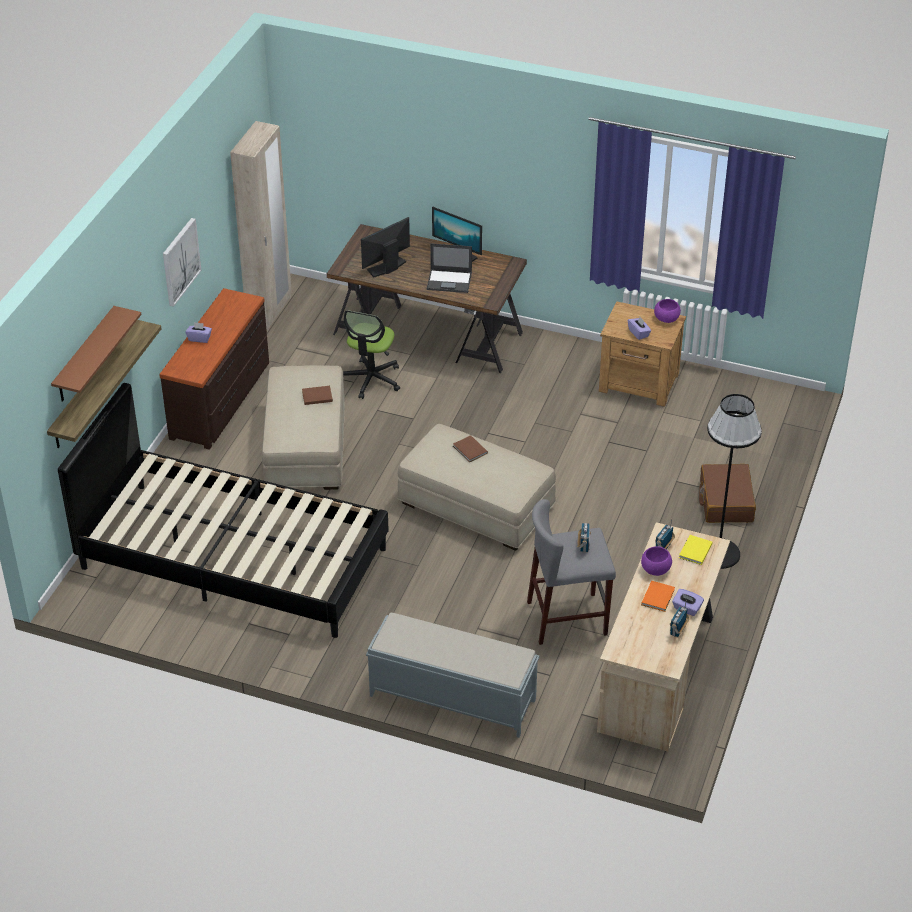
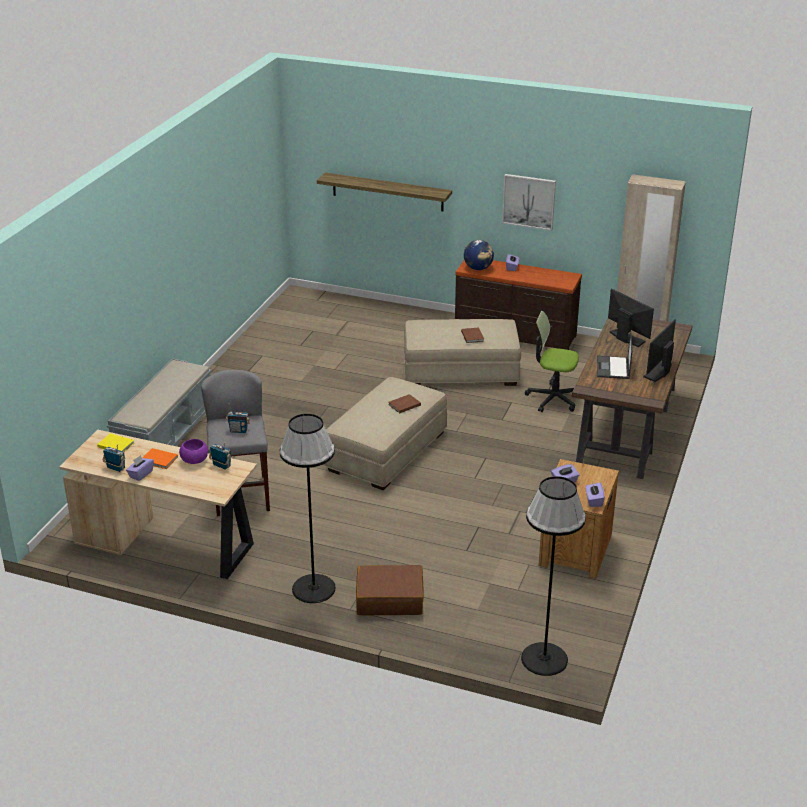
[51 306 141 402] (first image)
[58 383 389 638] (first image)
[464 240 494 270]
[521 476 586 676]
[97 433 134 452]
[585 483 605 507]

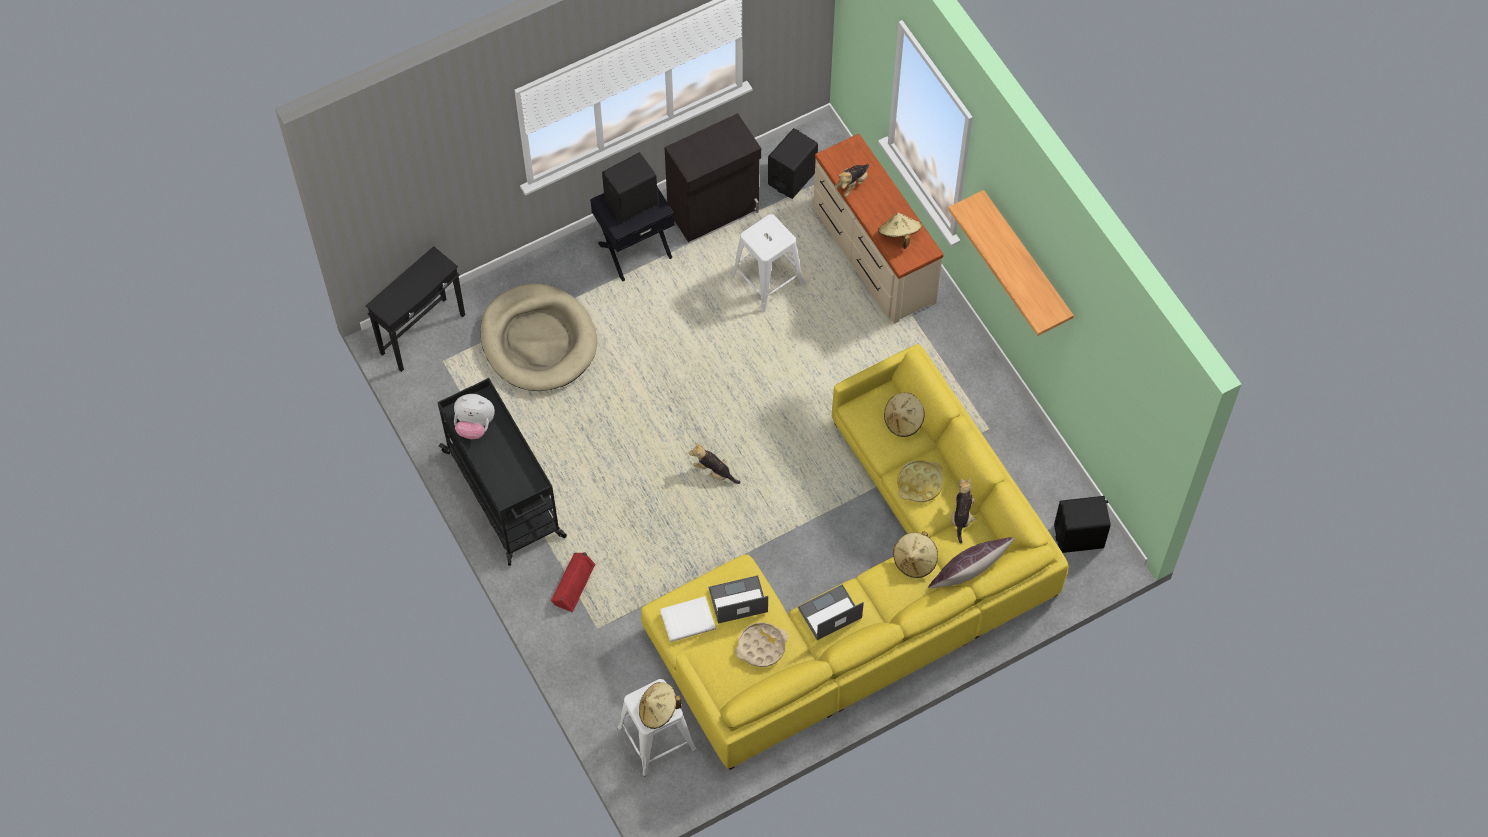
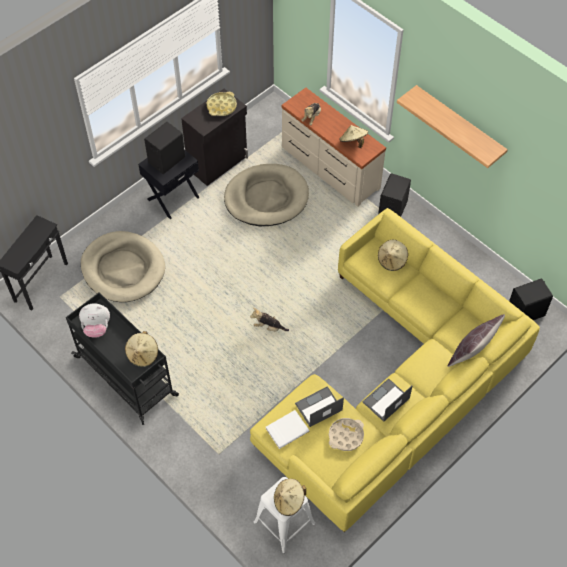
[550 552 596 613] (first image)
[951 477 977 544] (first image)
[378 173 411 217]
[125 331 158 367]
[207 92 237 116]
[224 164 309 226]

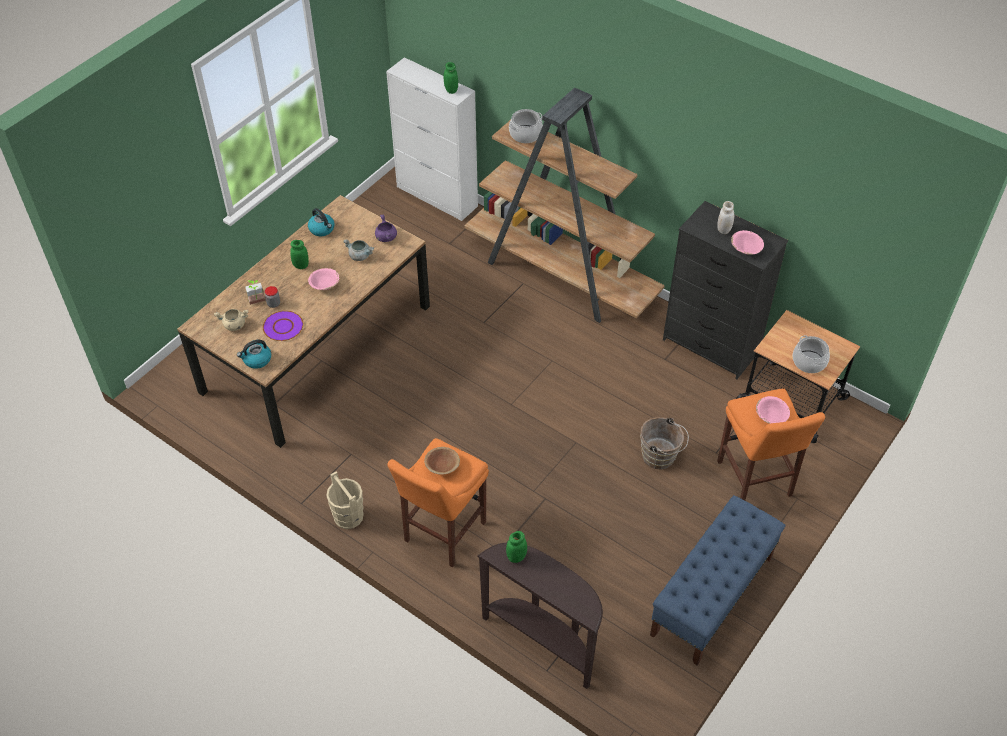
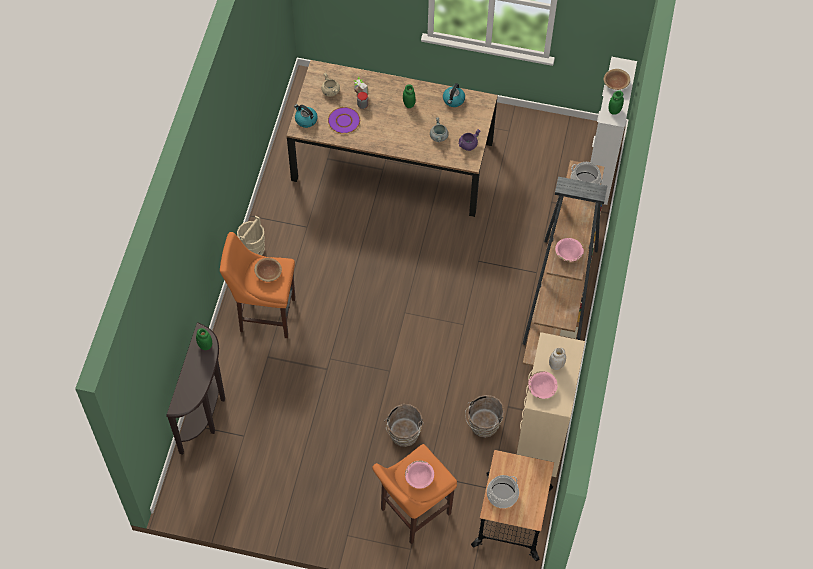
[650 495 785 666] (first image)
[465 395 504 438]
[604 69 630 90]
[555 238 584 262]
[517 332 585 477]

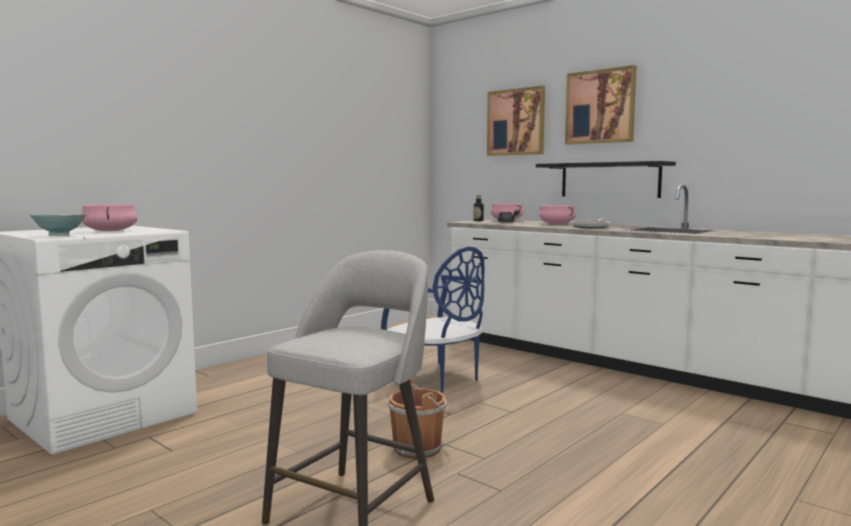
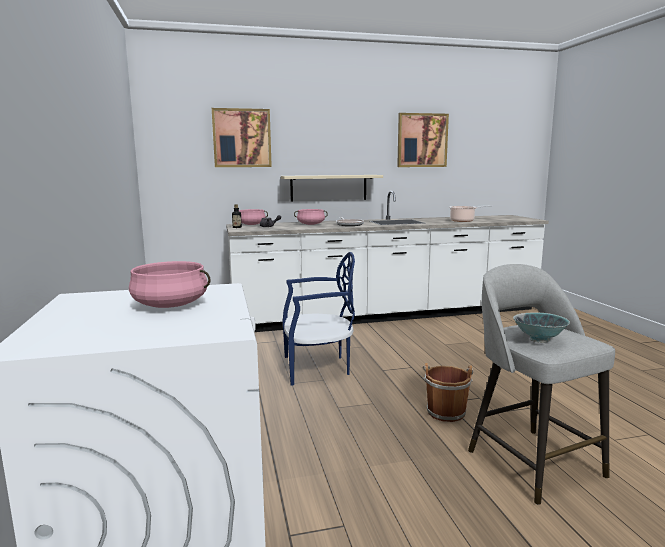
[450 205 492 222]
[513 312 570 343]
[397 113 449 167]
[281 175 383 202]

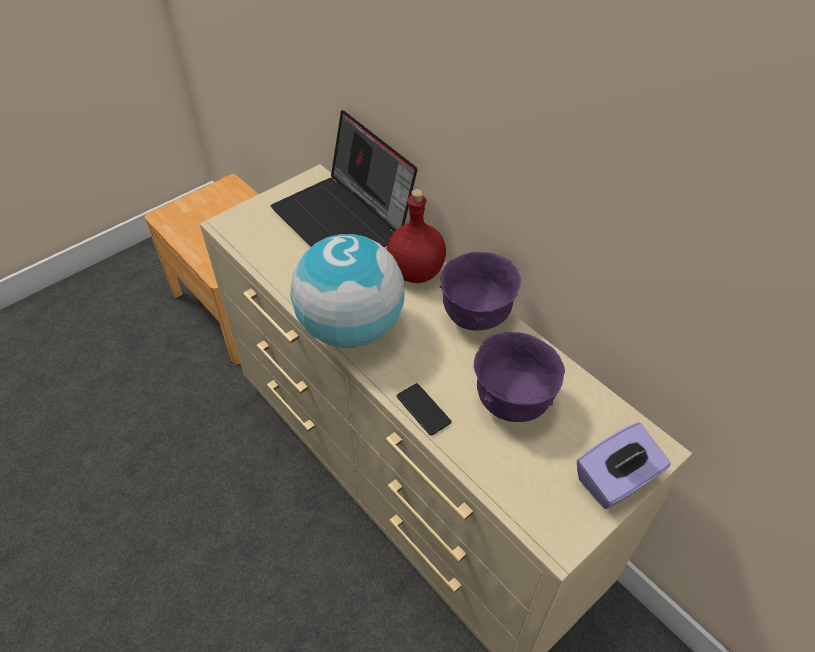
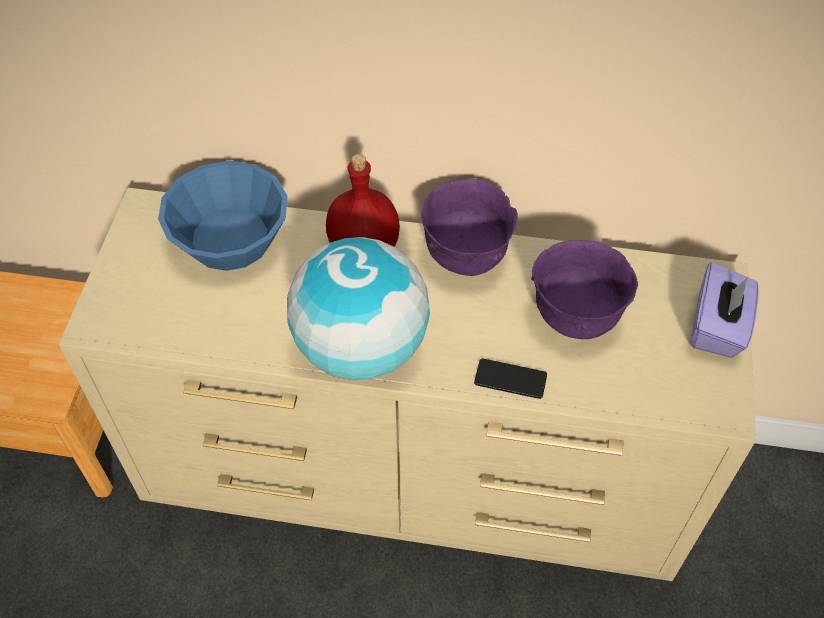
[158 160 288 271]

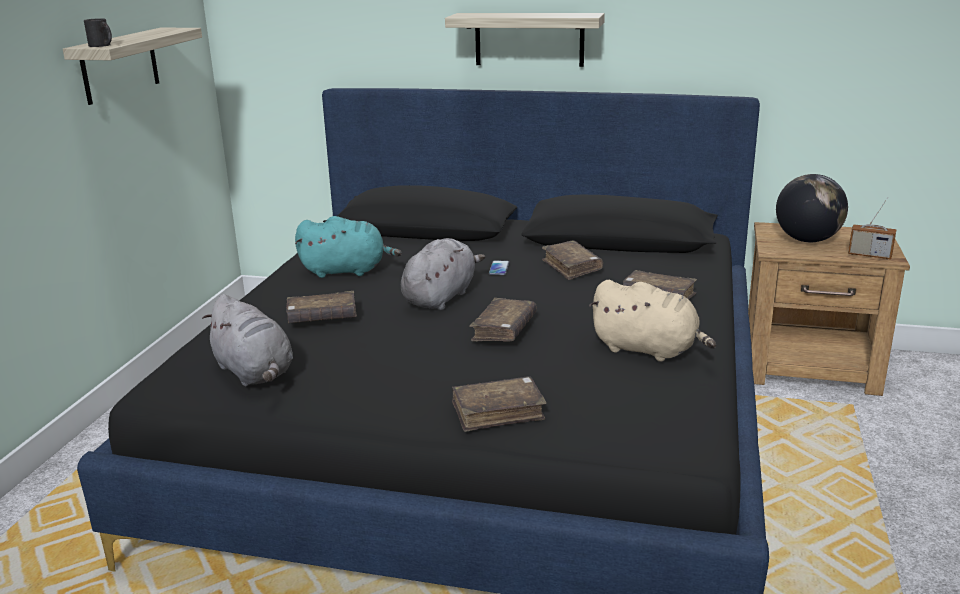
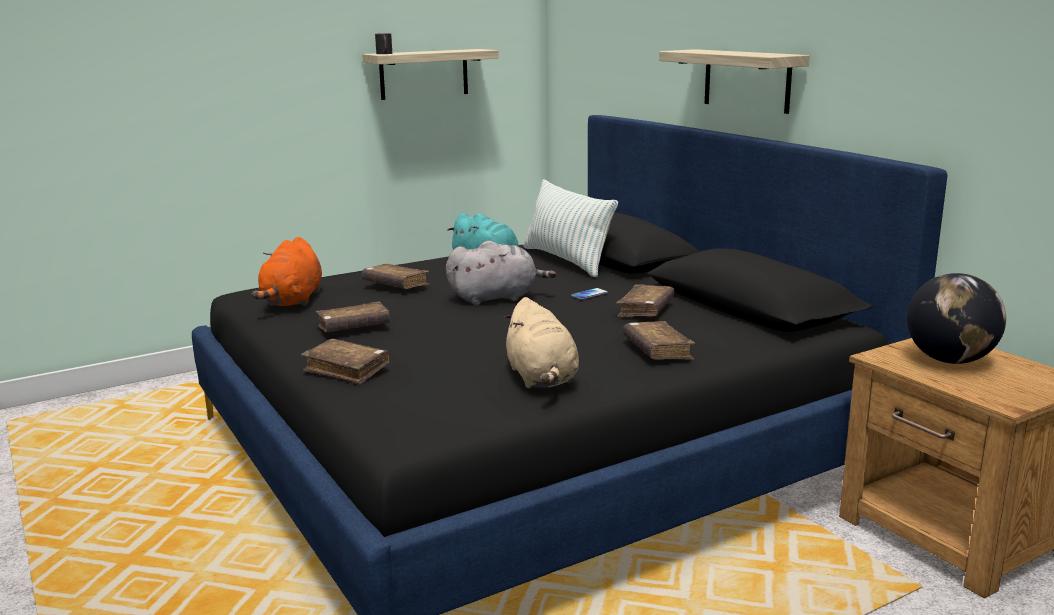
[848 197 897 259] (first image)
[524 179 618 277]
[316 301 390 332]
[251 237 322 306]

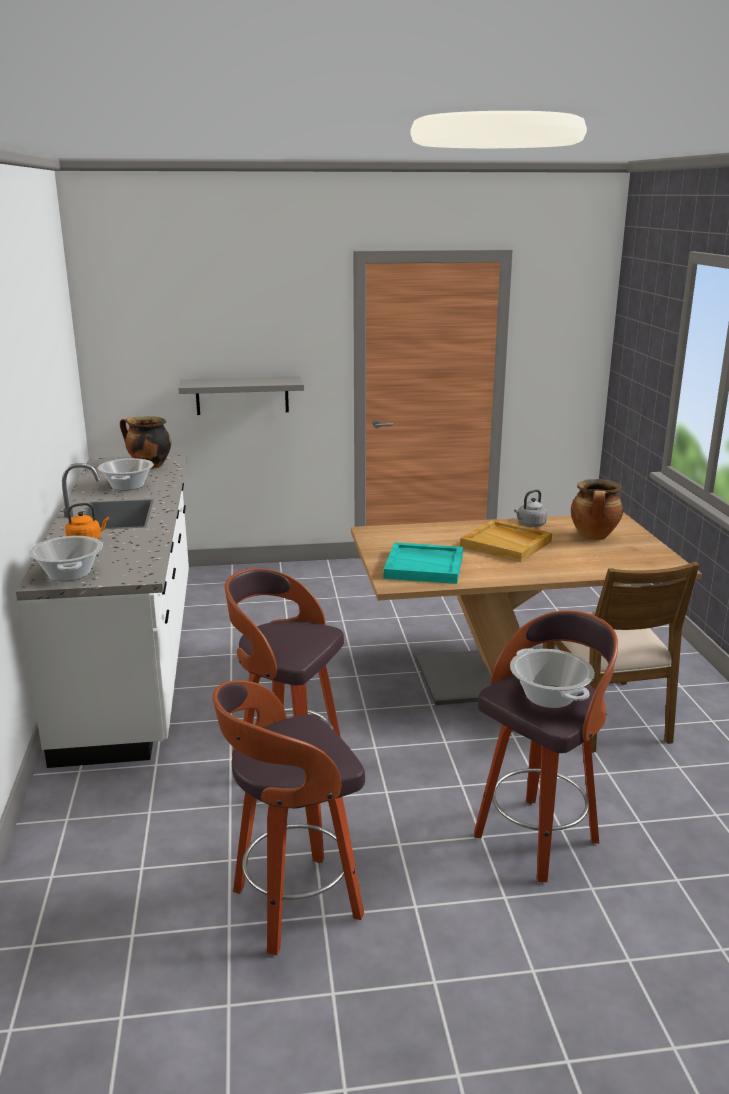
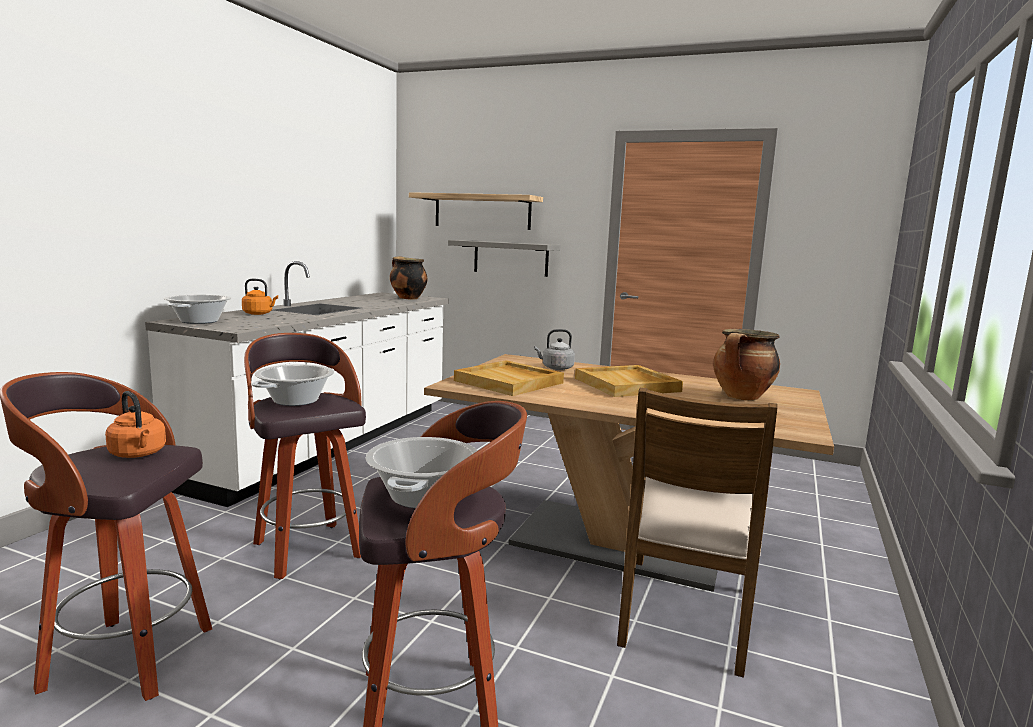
[105 391 166 458]
[409 192 543 230]
[252 364 334 406]
[534 329 575 370]
[454 360 564 396]

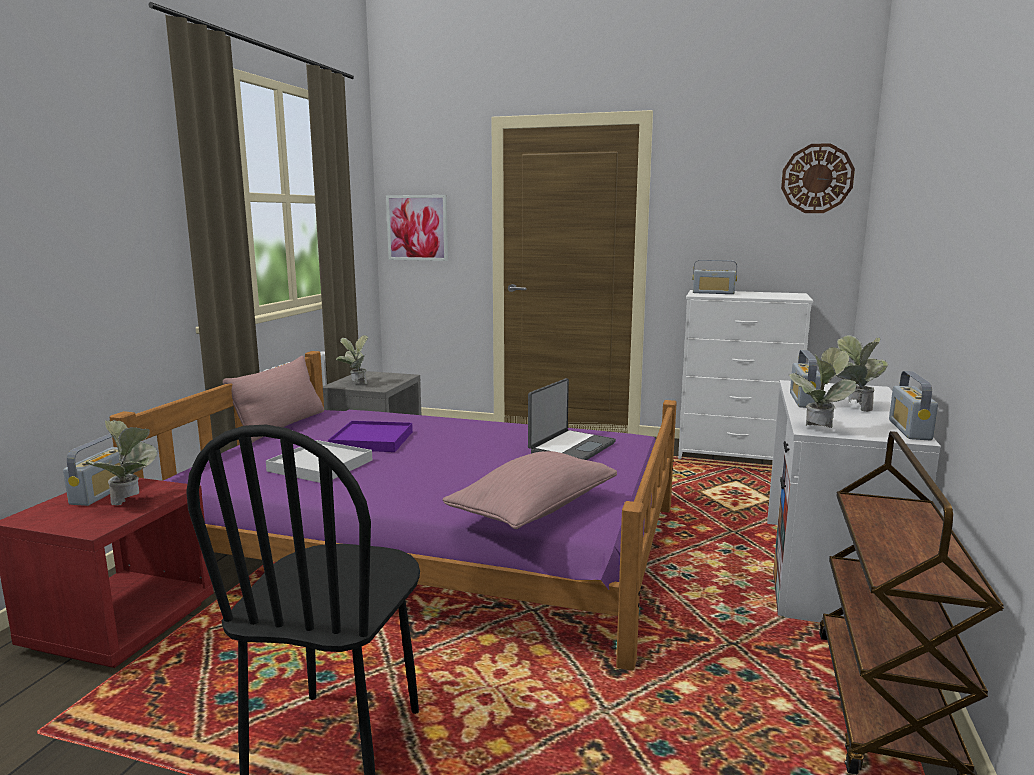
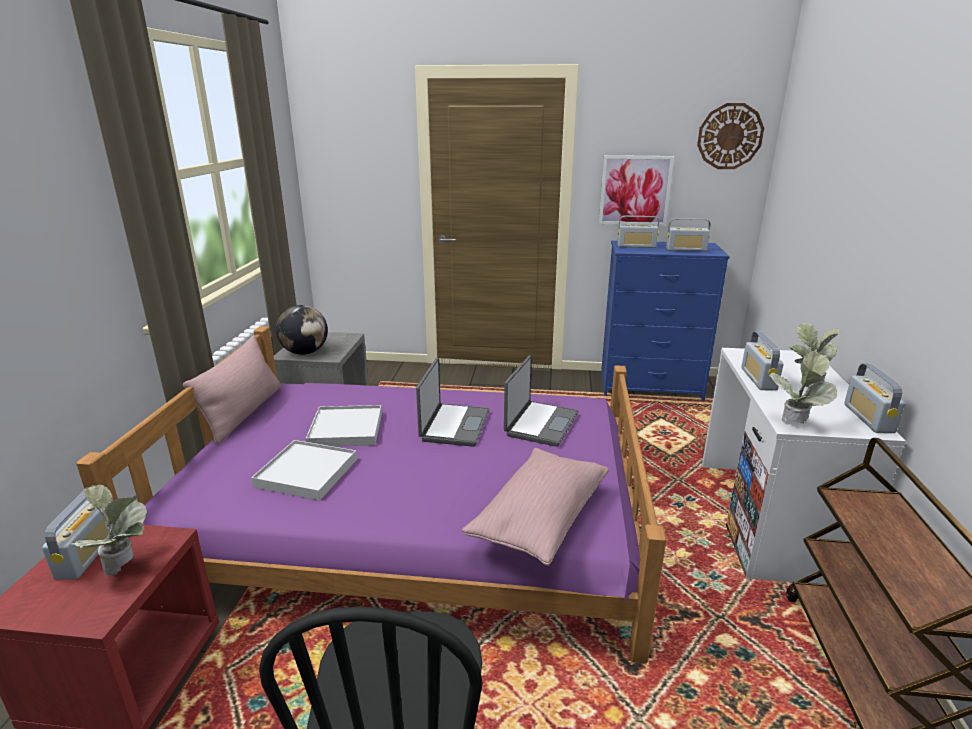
[416 358 490 447]
[666 218 711 251]
[599 155 674 226]
[276 305 328 355]
[306 405 382 447]
[601 241 730 400]

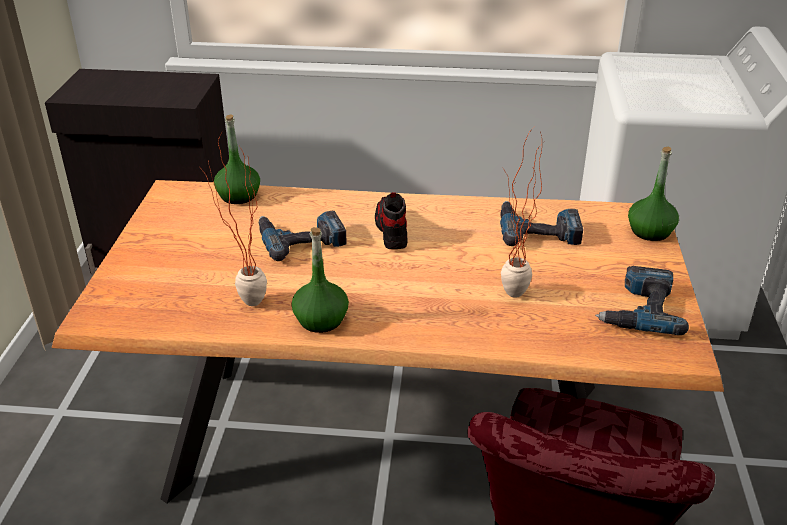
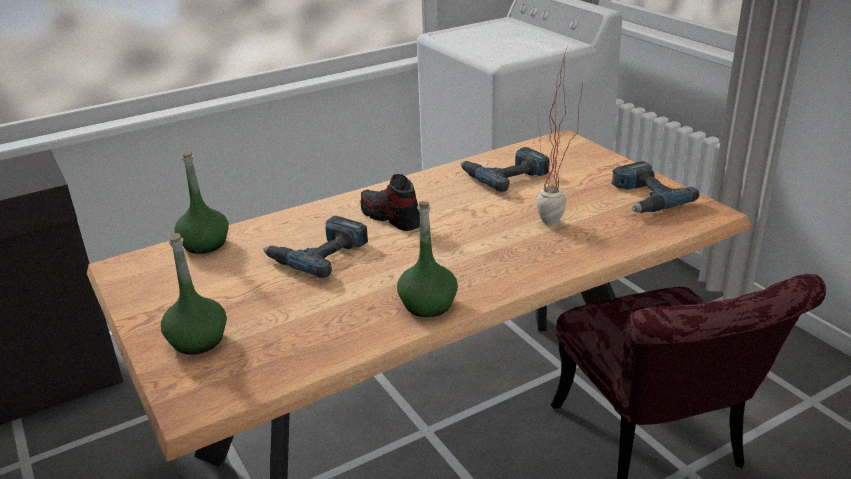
[199 132 267 306] (first image)
[161 233 227 355]

